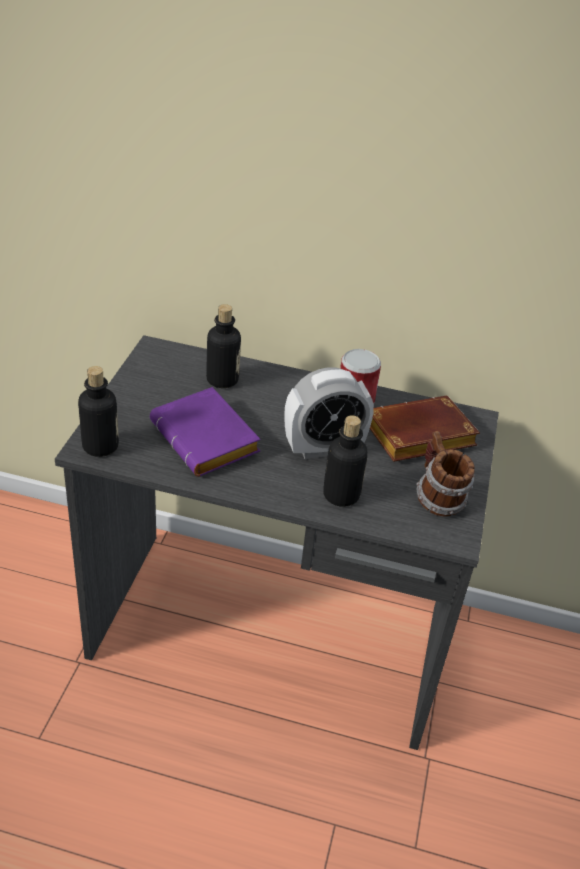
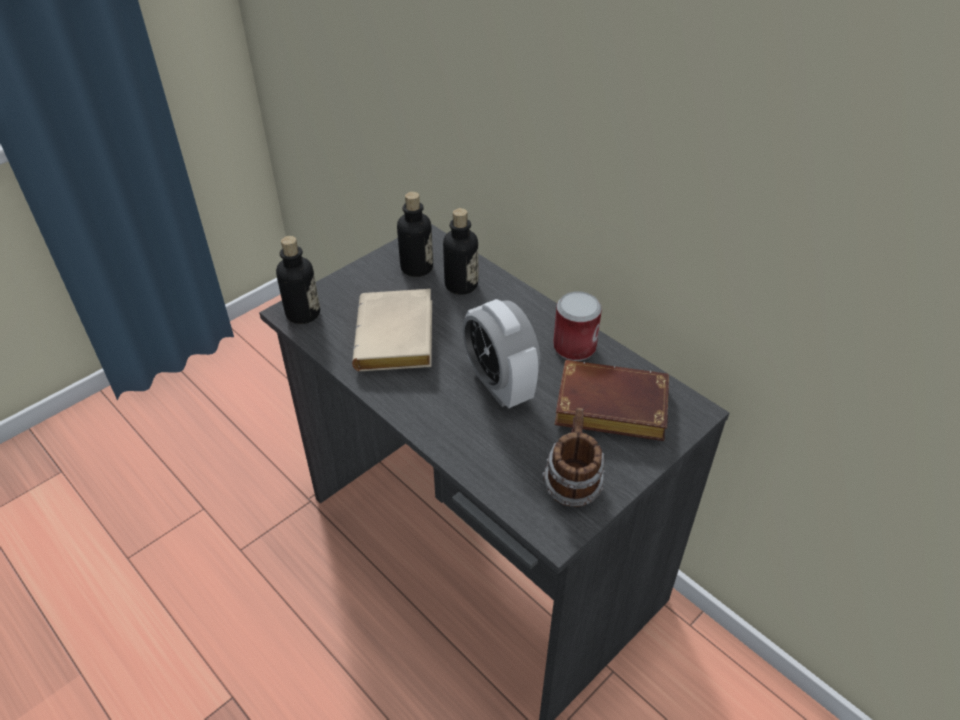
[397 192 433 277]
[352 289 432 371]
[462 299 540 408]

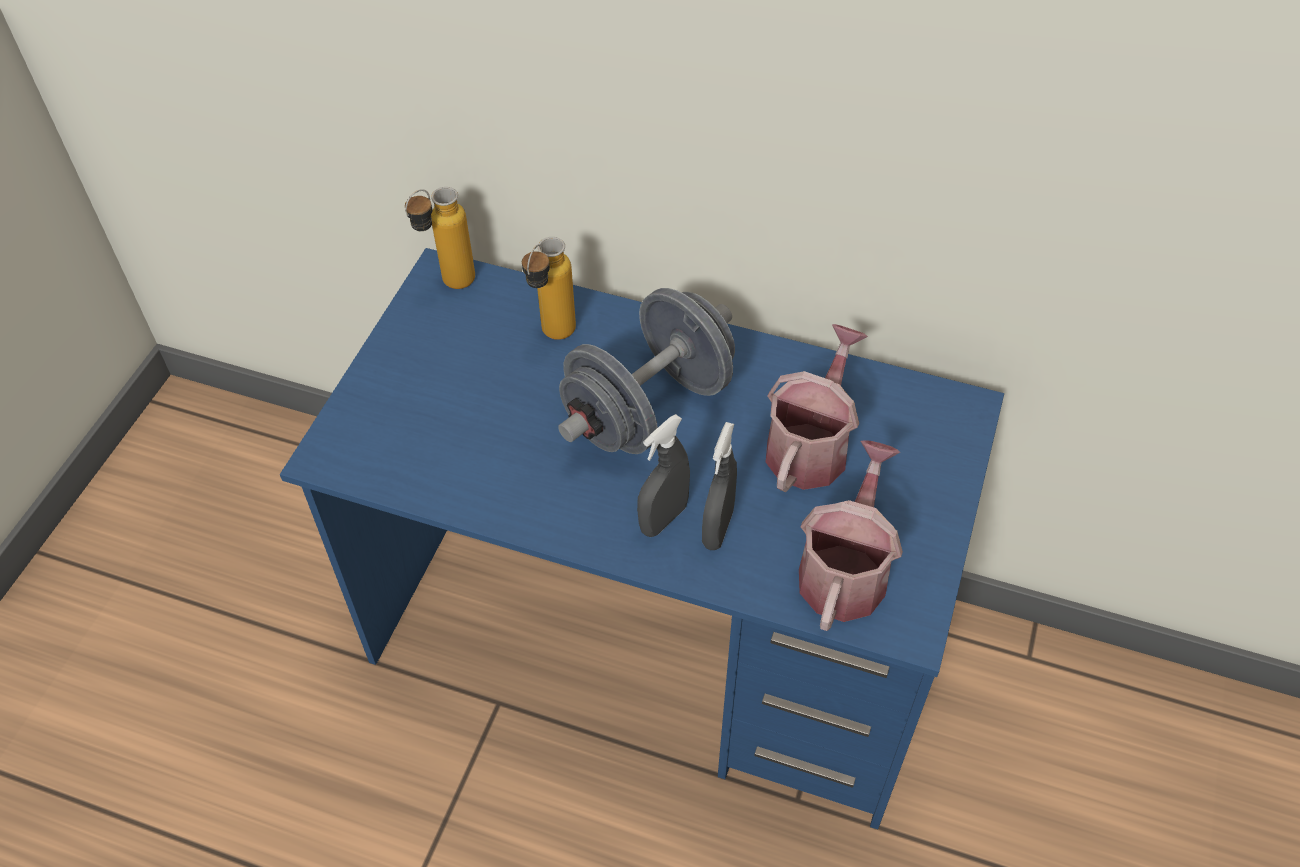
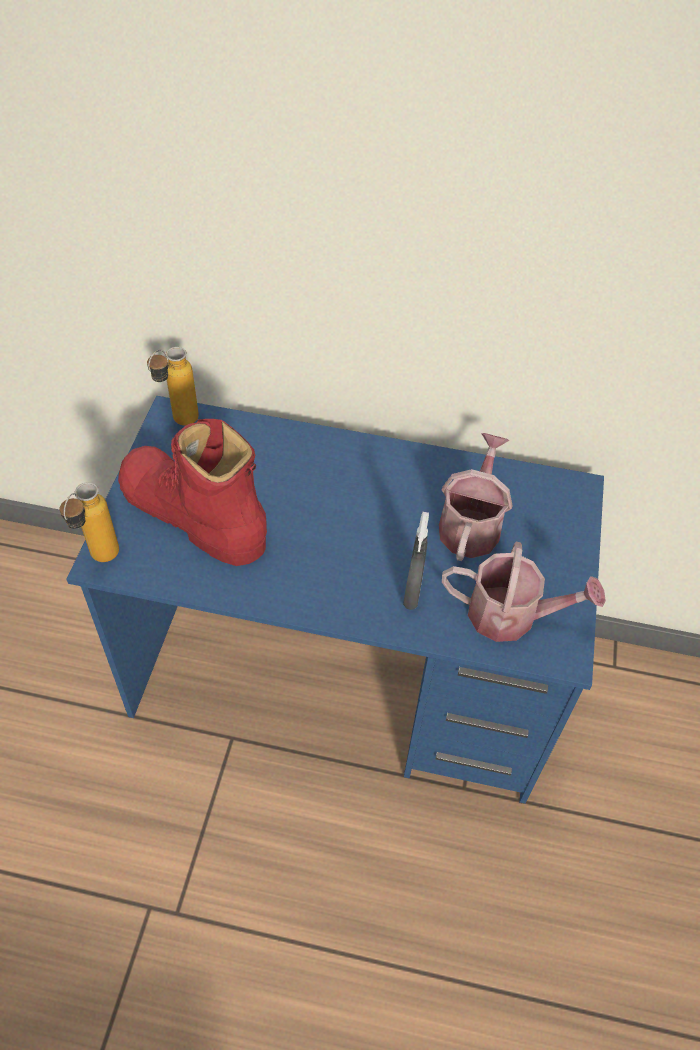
[558 288 735 454] (first image)
[637 414 690 537] (first image)
[118 419 267 566]
[59 482 119 562]
[442 542 606 642]

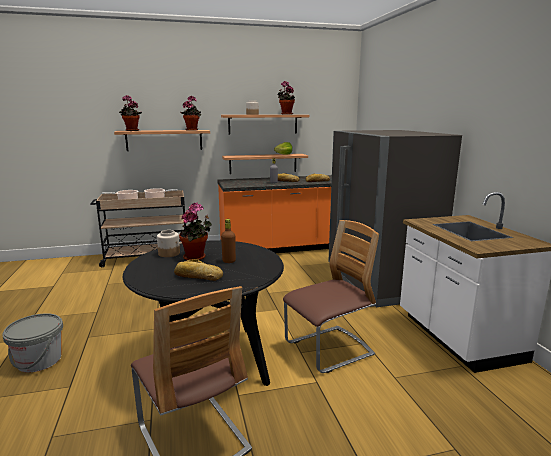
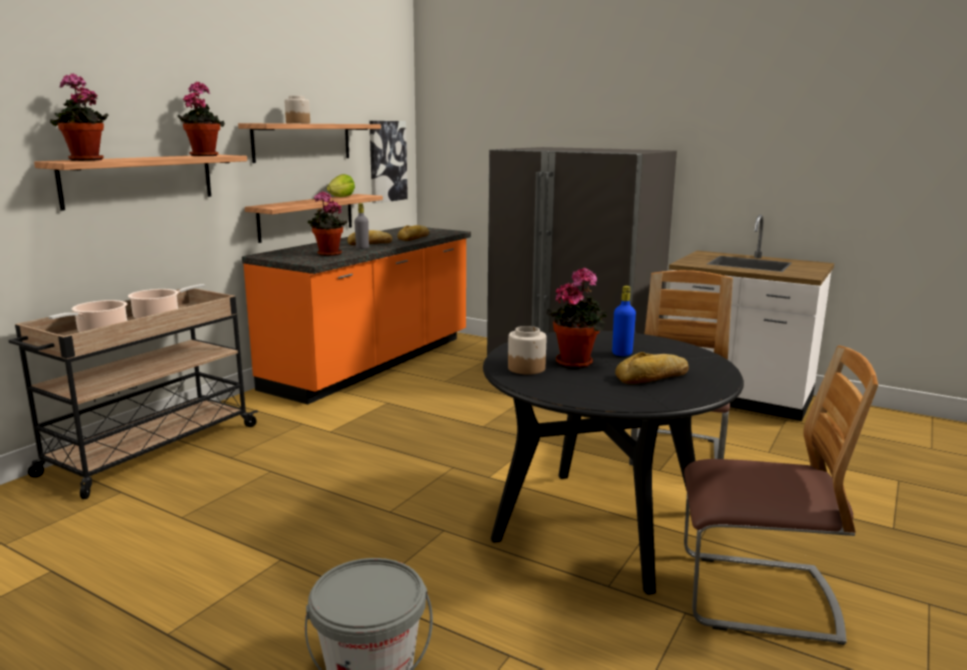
[369 121 408 203]
[308 191 348 256]
[612 286 636 356]

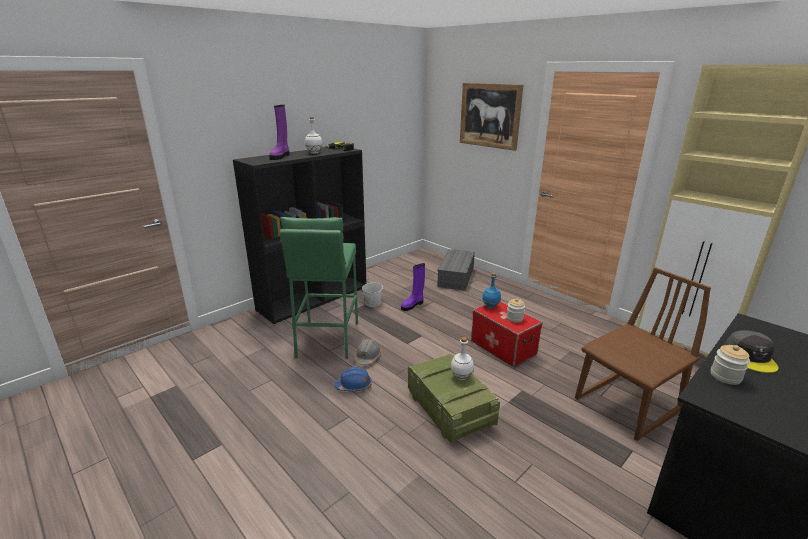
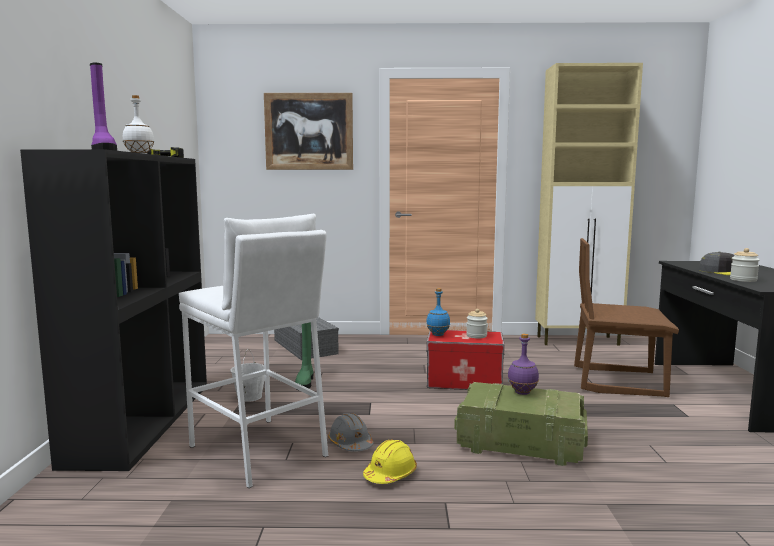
[179 214 328 488]
[363 440 417 484]
[295 322 313 390]
[508 334 539 395]
[574 238 679 397]

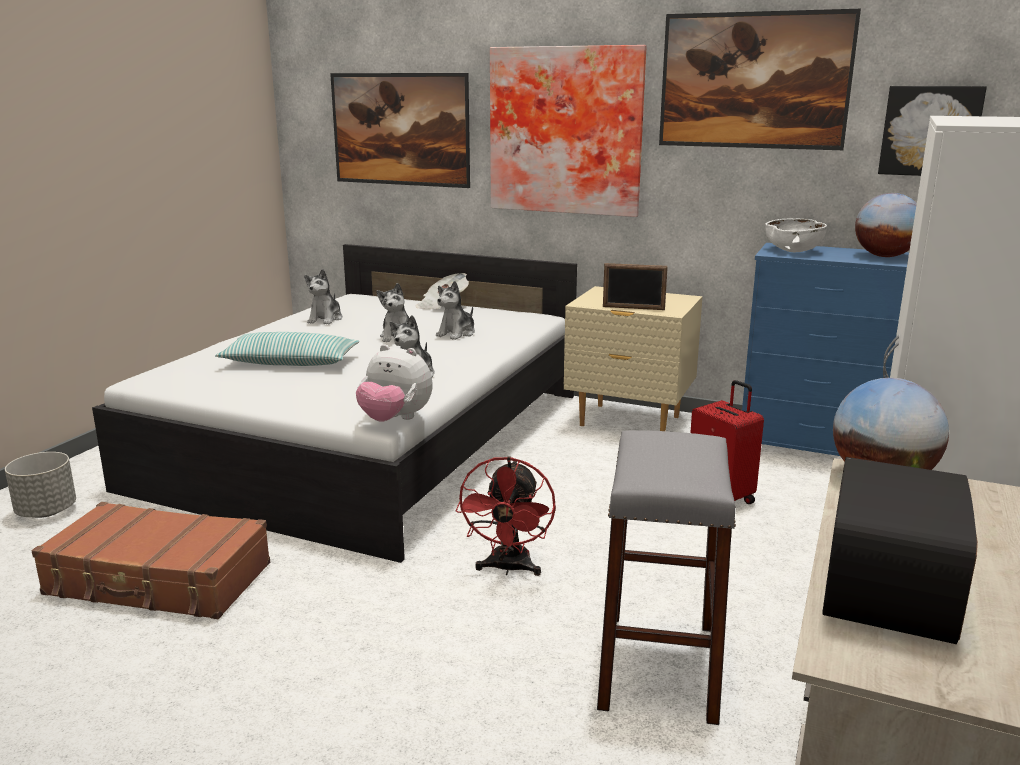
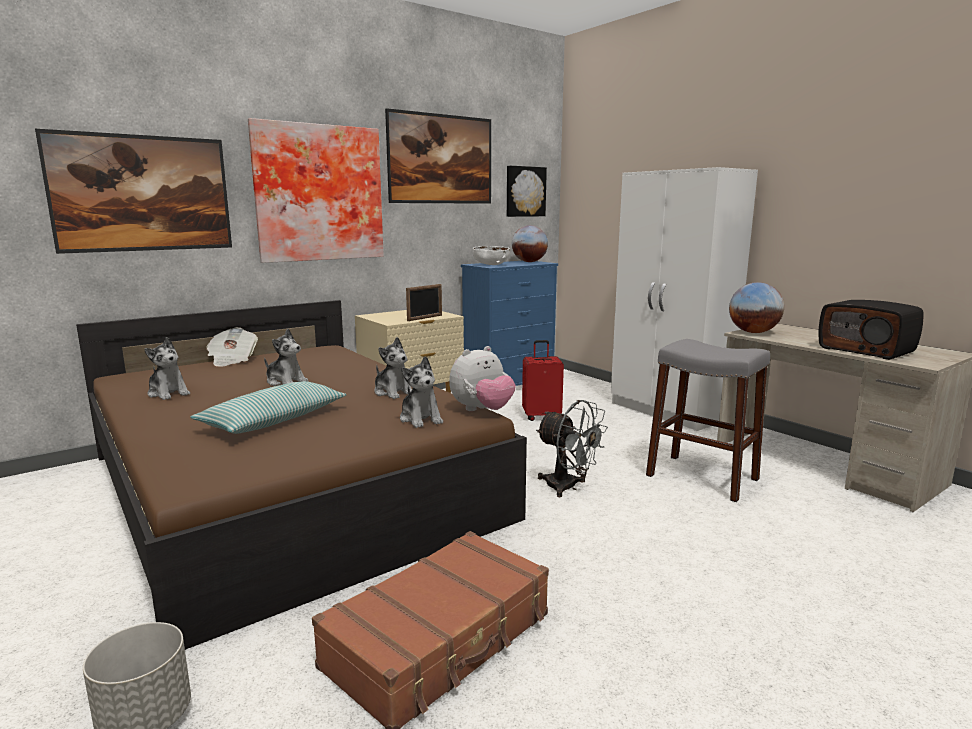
[400 356 443 428]
[76 300 527 650]
[536 400 608 497]

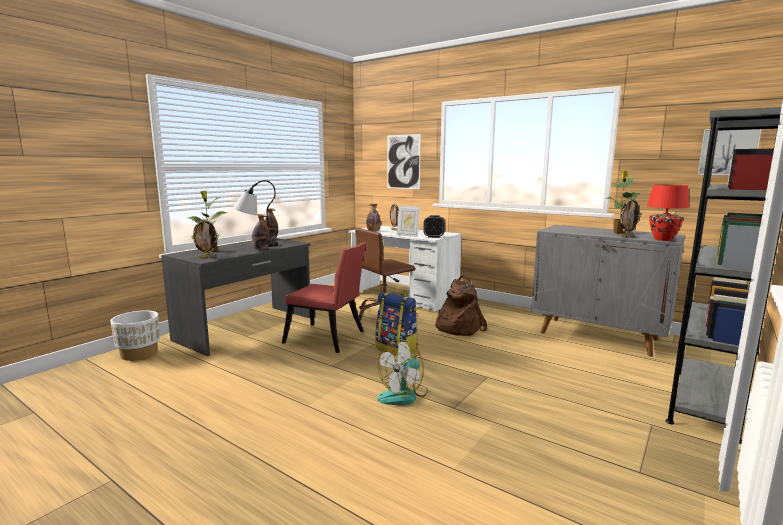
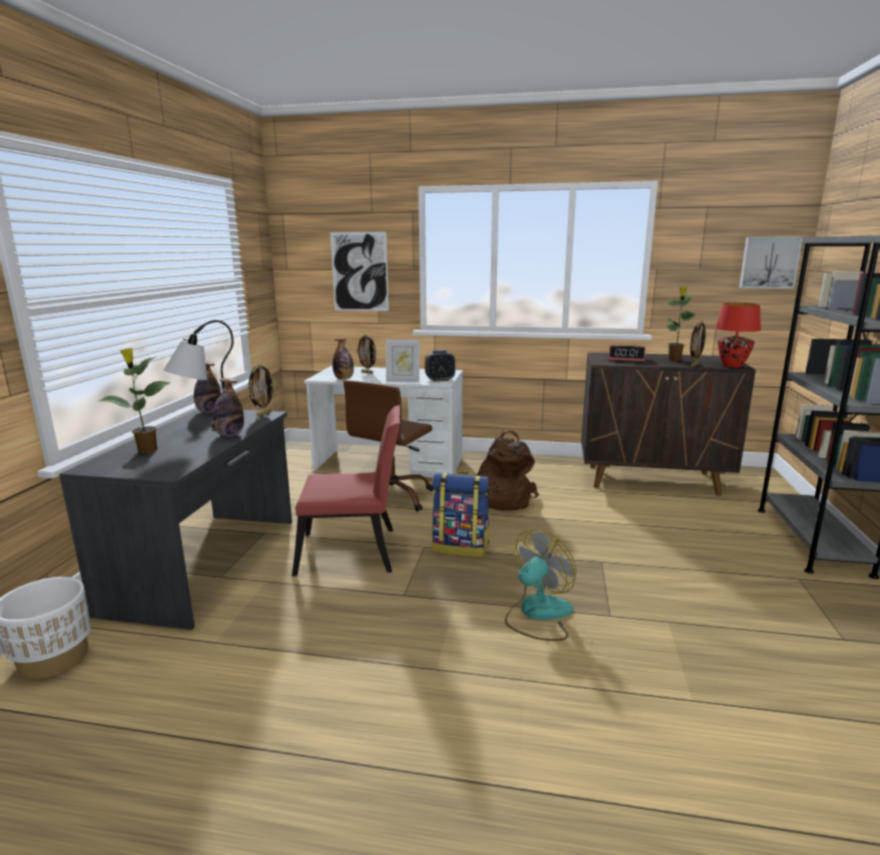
[609 345 645 361]
[248 364 275 416]
[581 352 756 496]
[505 530 576 641]

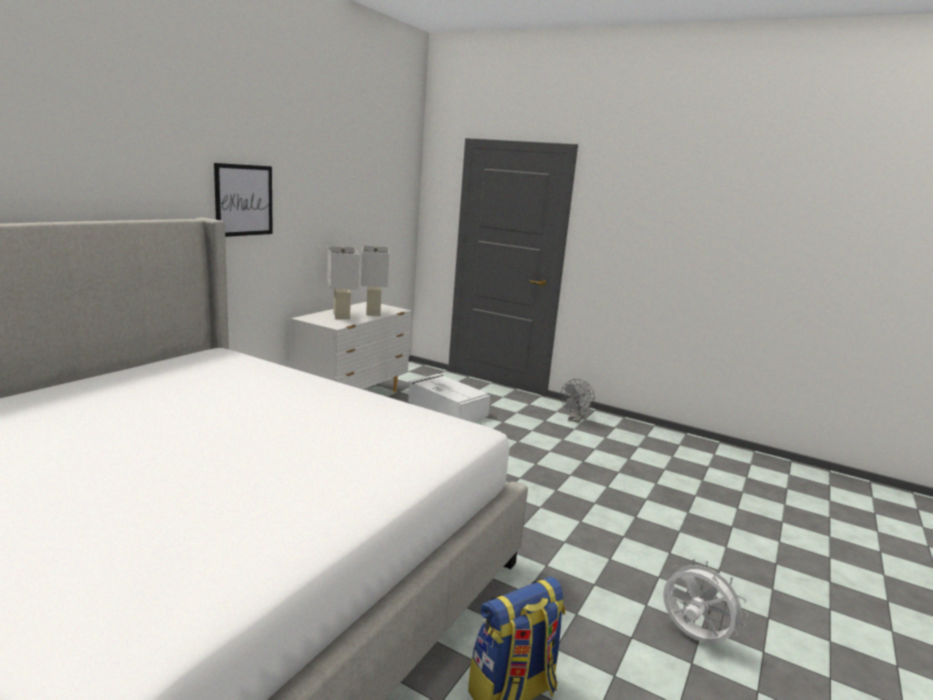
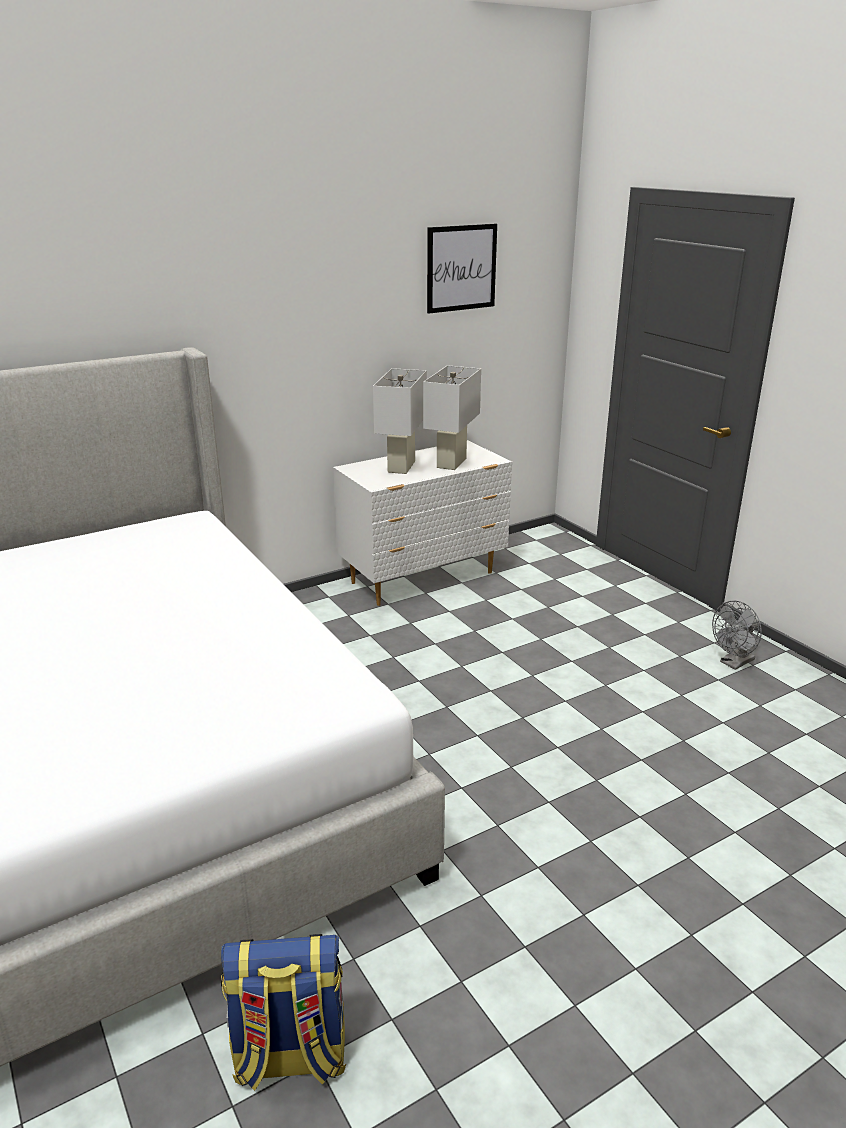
[408 374 490 422] (first image)
[663 559 748 643] (first image)
[427 224 497 314]

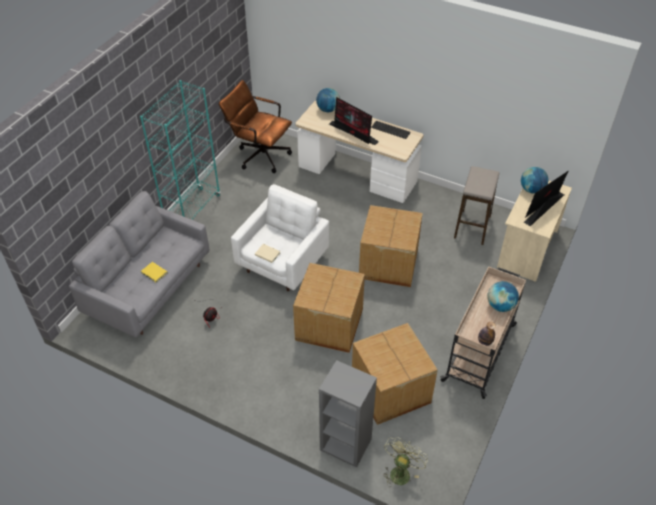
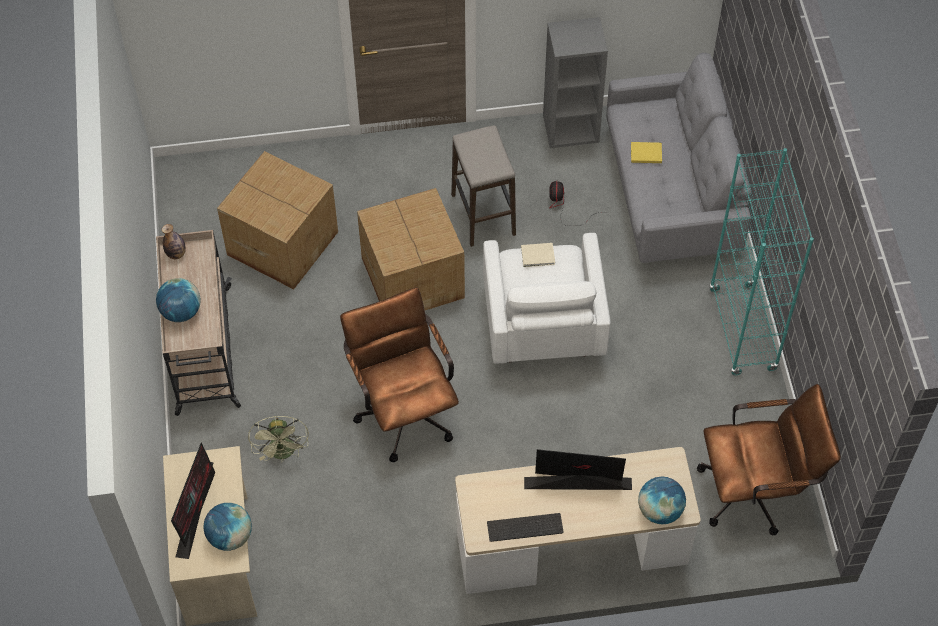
[543 17 608 148]
[248 416 309 462]
[451 125 516 247]
[340 288 459 462]

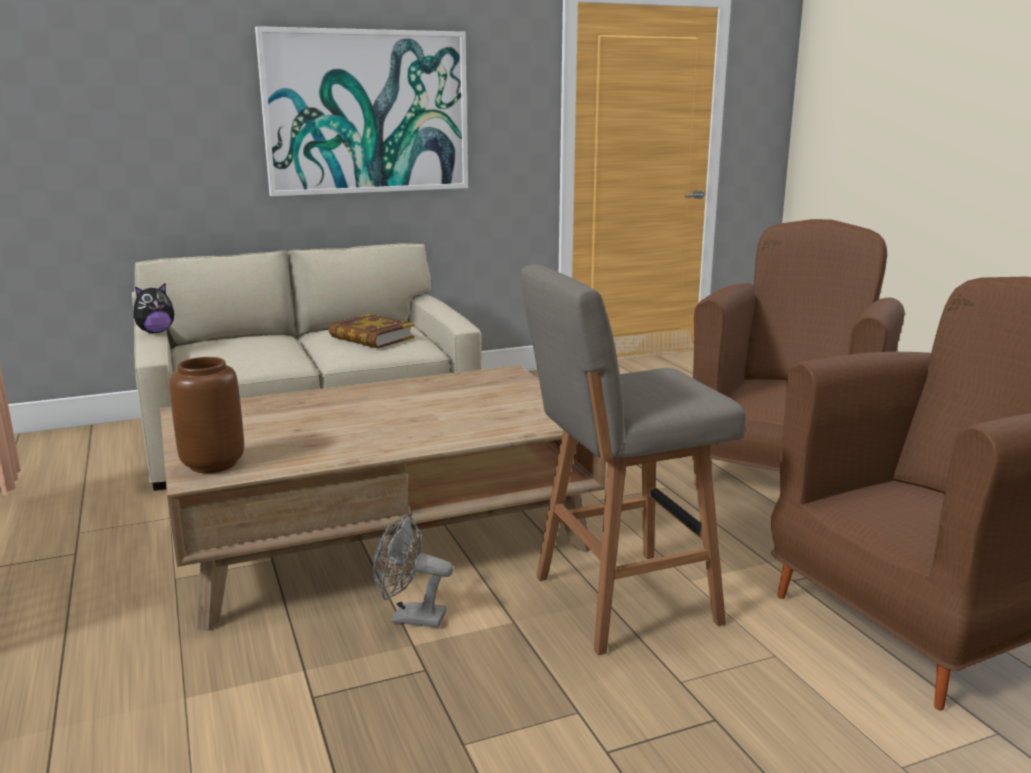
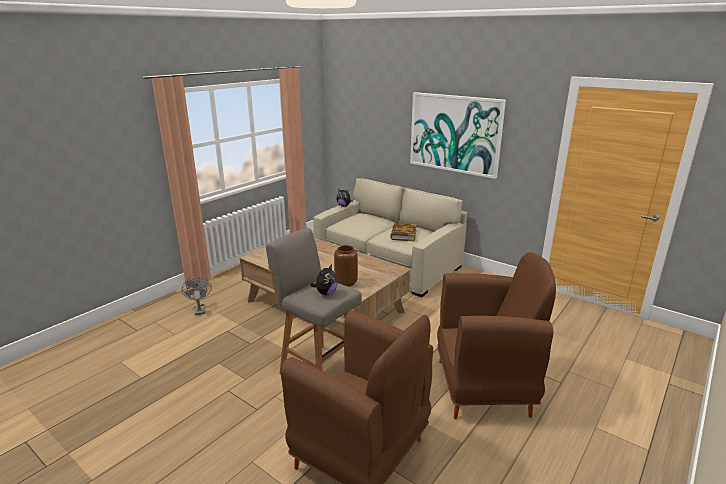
[311 264 337 295]
[334 245 358 287]
[182 277 211 315]

